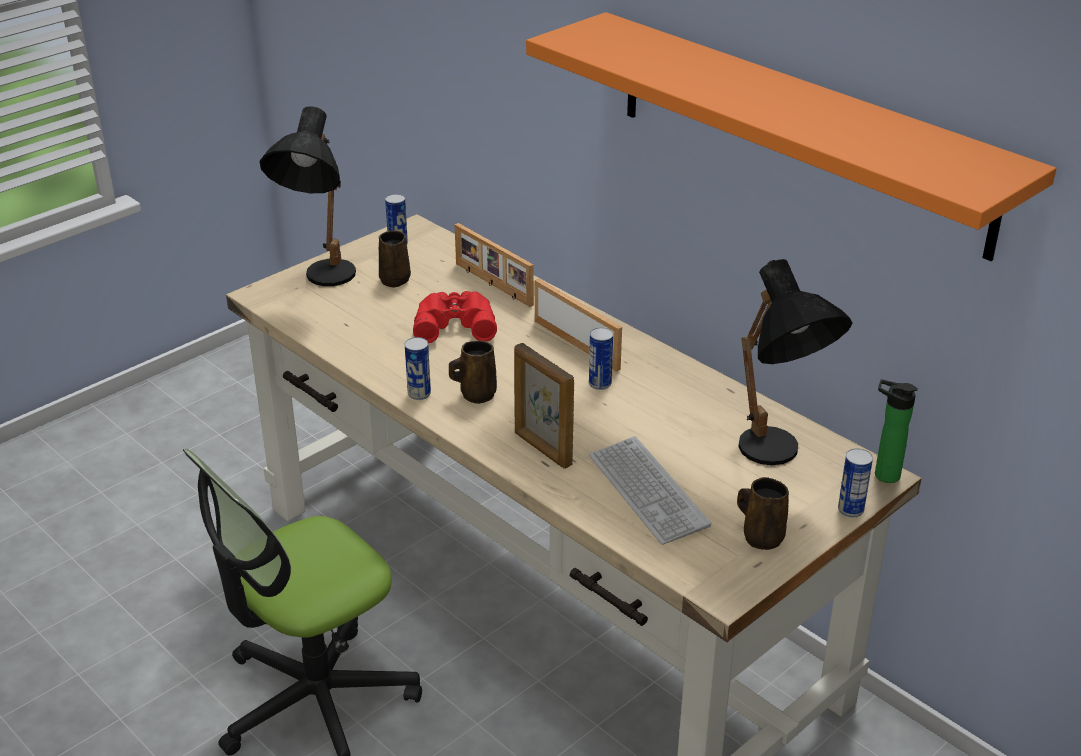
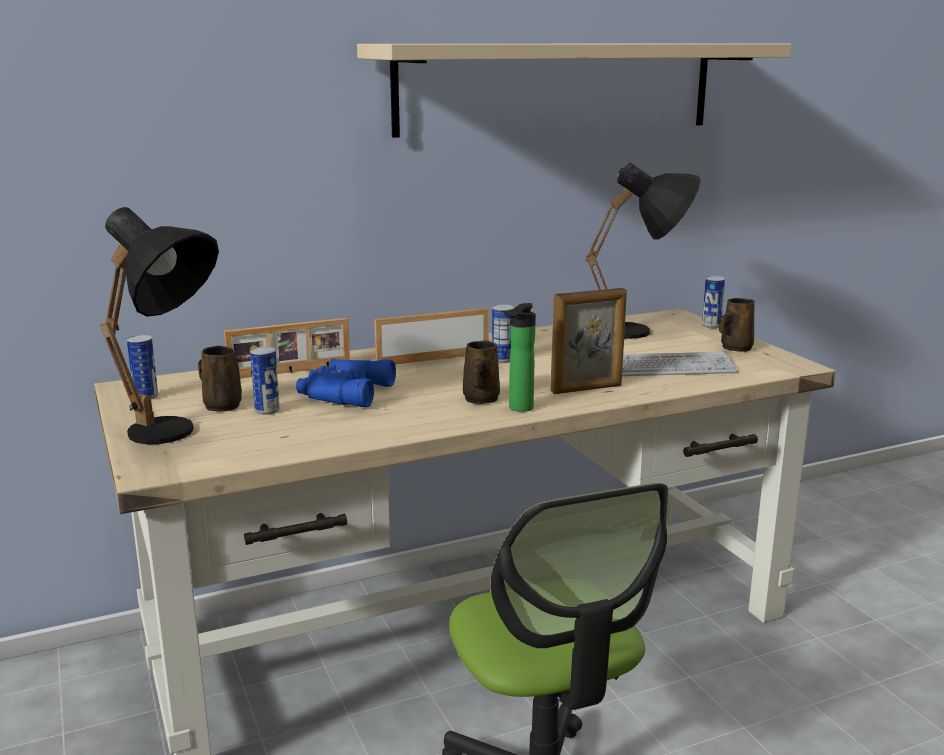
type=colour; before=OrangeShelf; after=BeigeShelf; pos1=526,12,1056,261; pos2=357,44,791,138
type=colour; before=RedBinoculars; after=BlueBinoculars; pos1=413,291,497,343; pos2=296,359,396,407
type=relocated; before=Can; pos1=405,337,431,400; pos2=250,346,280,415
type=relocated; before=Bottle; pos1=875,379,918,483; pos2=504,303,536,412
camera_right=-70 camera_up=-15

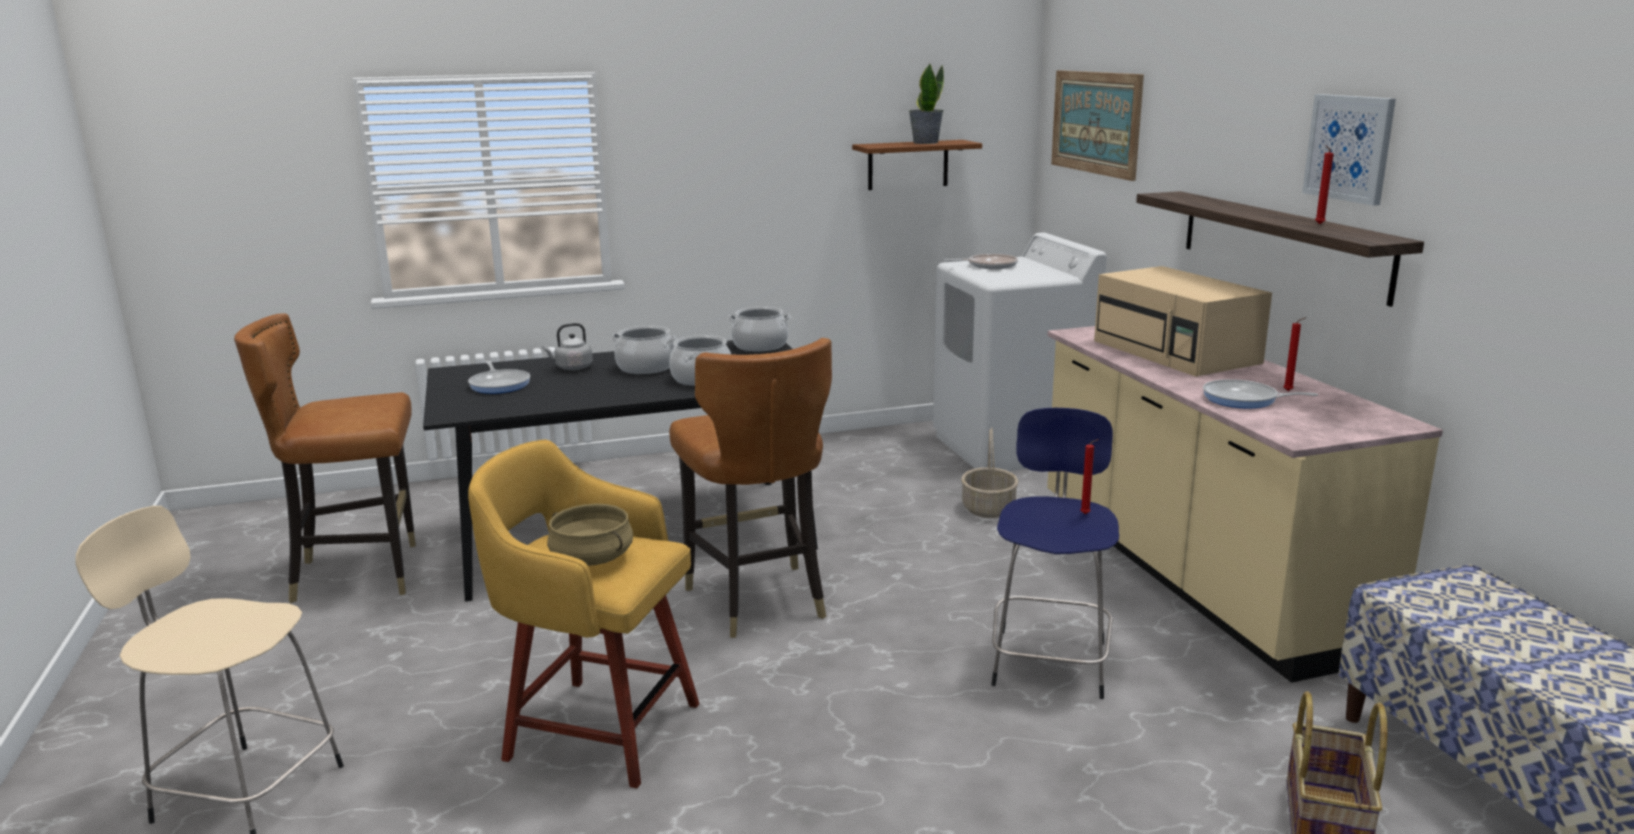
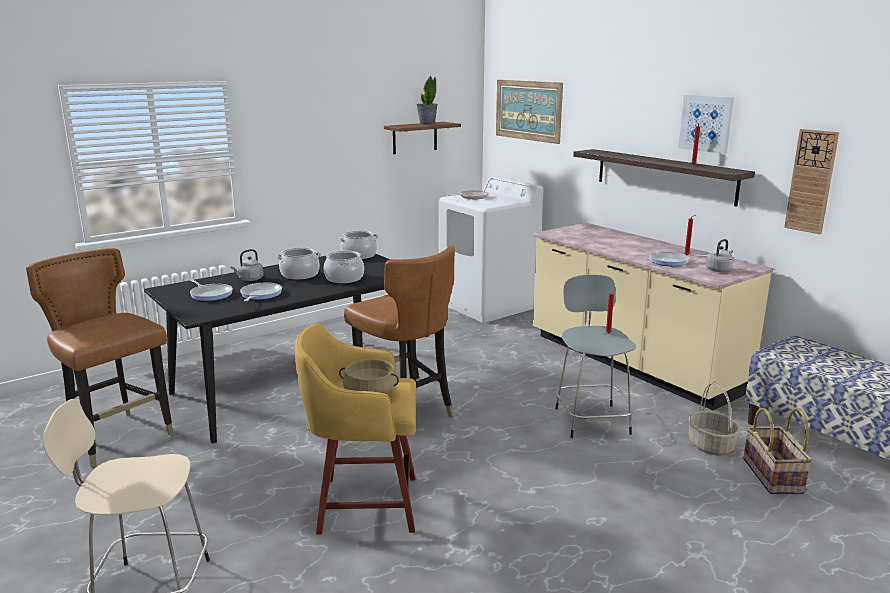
type=missing; before=BeigeMicrowave; pos1=1094,266,1272,377
type=spun; before=BrownChair; pos1=234,313,416,603; pos2=26,248,174,468; turn=75
type=colour; before=BlueStool; after=GreyStool; pos1=991,408,1119,699; pos2=555,275,636,438
type=relocated; before=Basket; pos1=961,428,1019,518; pos2=689,382,740,456
type=appeared; after=WallClock; pos2=784,129,839,234
type=appeared; after=GreyKettle; pos2=705,239,733,272
type=appeared; after=FryingPan; pos2=240,283,282,302
camera_right=-20 camera_up=0

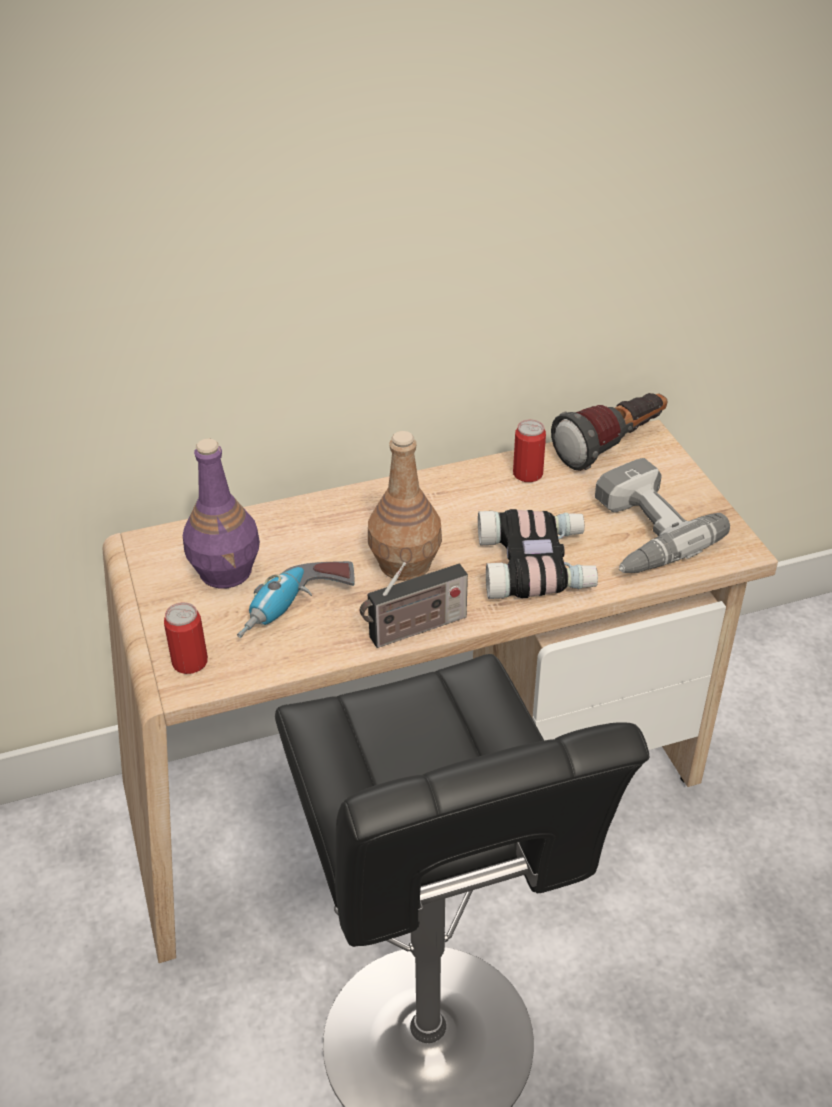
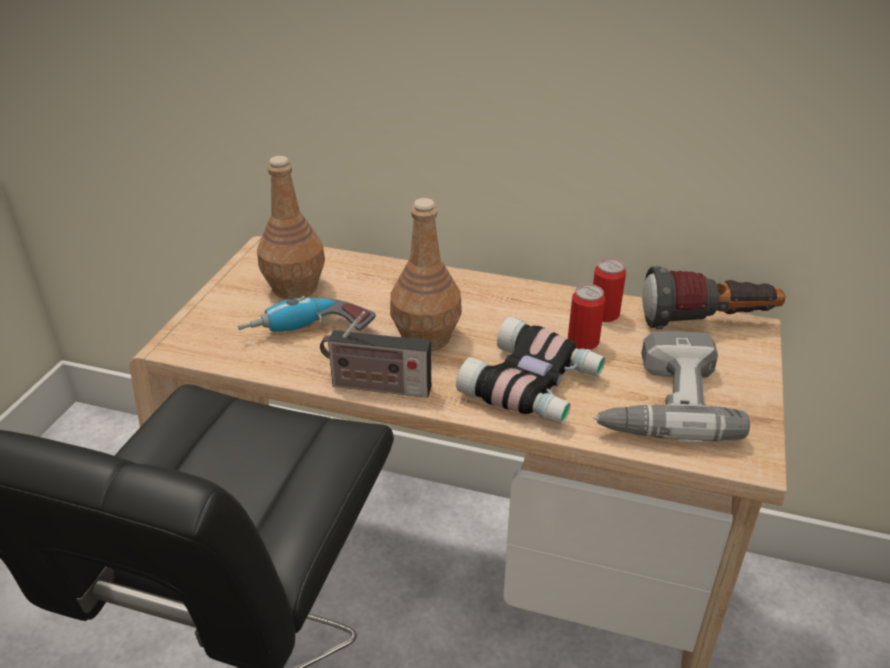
type=colour; before=PurpleBottle; after=BrownBottle; pos1=183,439,260,589; pos2=257,156,325,299
type=relocated; before=Can; pos1=164,602,208,674; pos2=568,284,605,350
camera_right=35 camera_up=-5

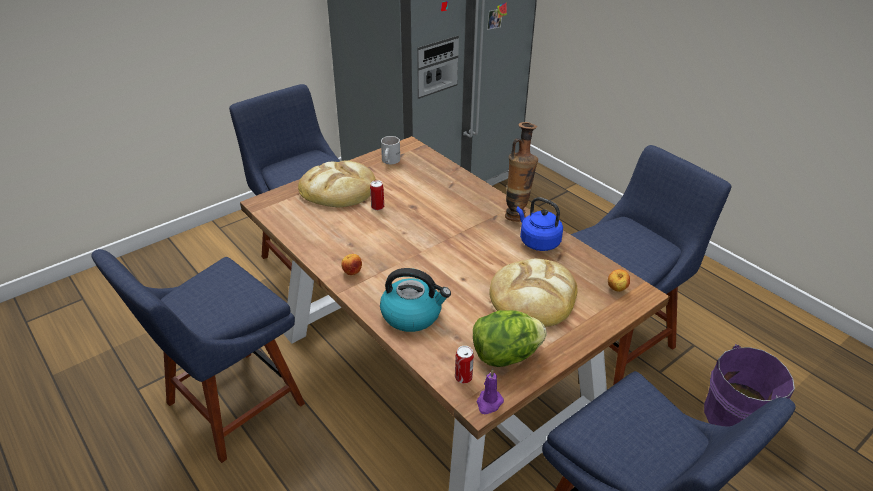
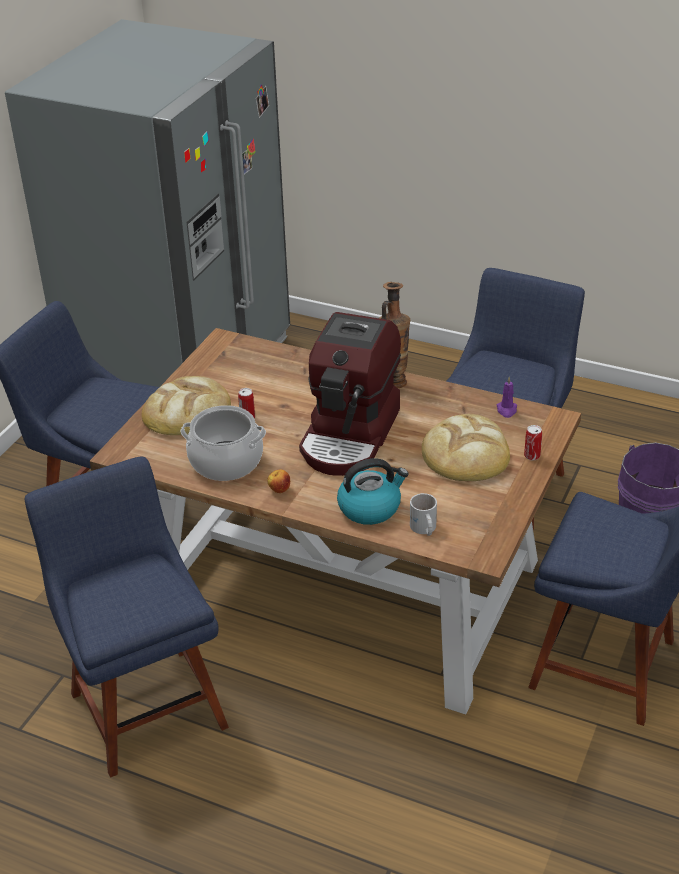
type=relocated; before=WhiteMug; pos1=381,136,400,164; pos2=410,493,437,536
type=missing; before=BlueKettle; pos1=516,197,563,251
type=spun; before=BlueChair; pos1=91,249,305,463; pos2=25,457,229,778; turn=135
type=missing; before=Apple; pos1=608,269,630,292
type=missing; before=Lettuce; pos1=473,310,546,367
type=relocated; before=Can; pos1=455,346,474,384; pos2=524,425,542,460
type=relocated; before=PurpleCandle; pos1=477,369,504,414; pos2=496,376,517,418
type=appeared; after=CoffeeMachine; pos2=299,312,401,476
type=appeared; after=CookingPot; pos2=180,405,266,481
camera_right=-25 camera_up=0

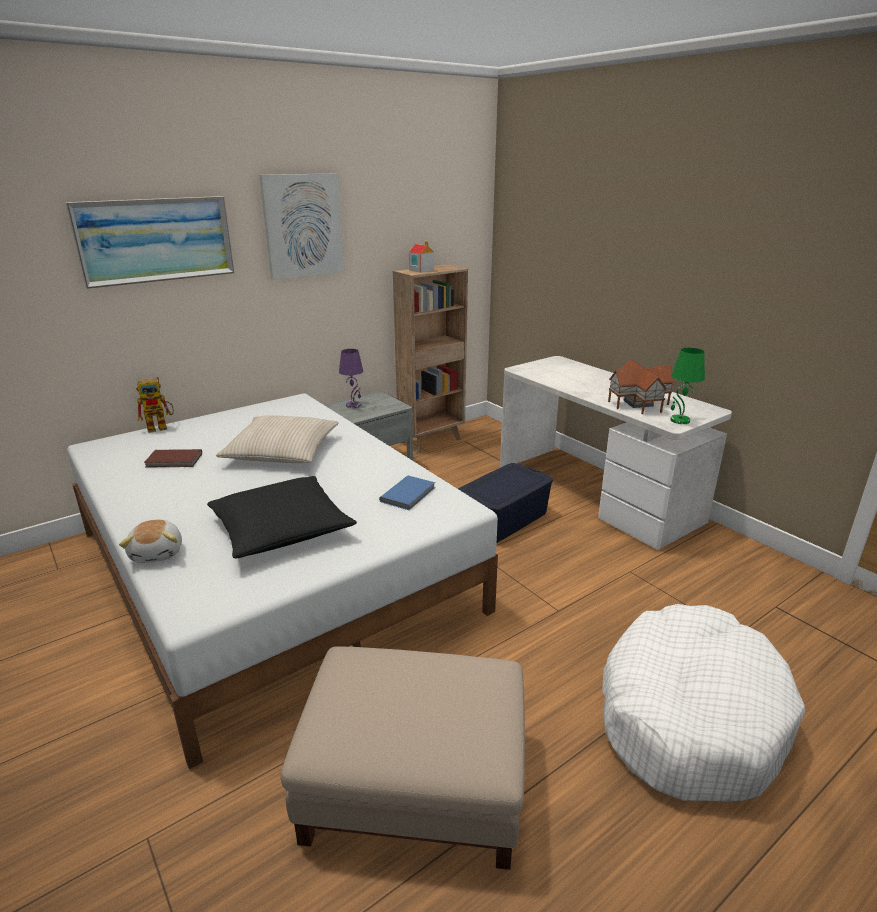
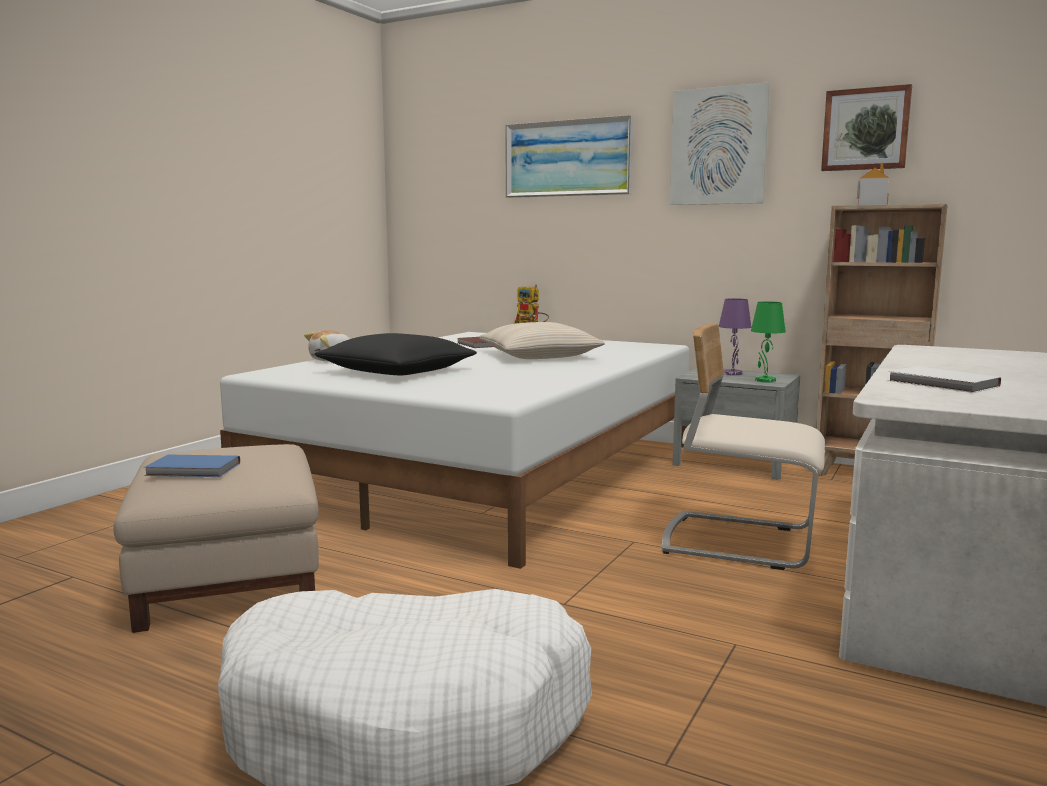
type=relocated; before=GreenTableLamp; pos1=670,348,705,424; pos2=751,301,786,382
type=exchanged; before=ToyHouse; after=WhiteBook; pos1=608,359,675,414; pos2=888,366,1001,393
type=exchanged; before=BlueStorageBox; after=BeigeChair; pos1=458,463,553,543; pos2=662,323,825,570
type=relocated; before=BlueBook; pos1=379,476,435,510; pos2=144,454,240,477
type=appeared; after=Picture; pos2=821,84,912,171
camera_right=65 camera_up=-15

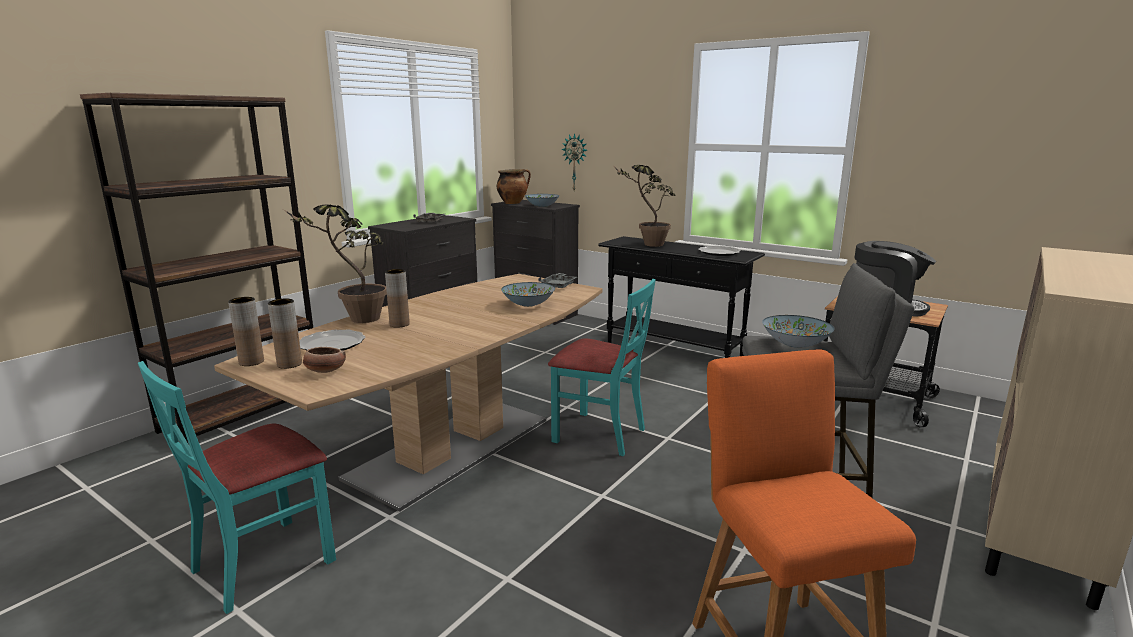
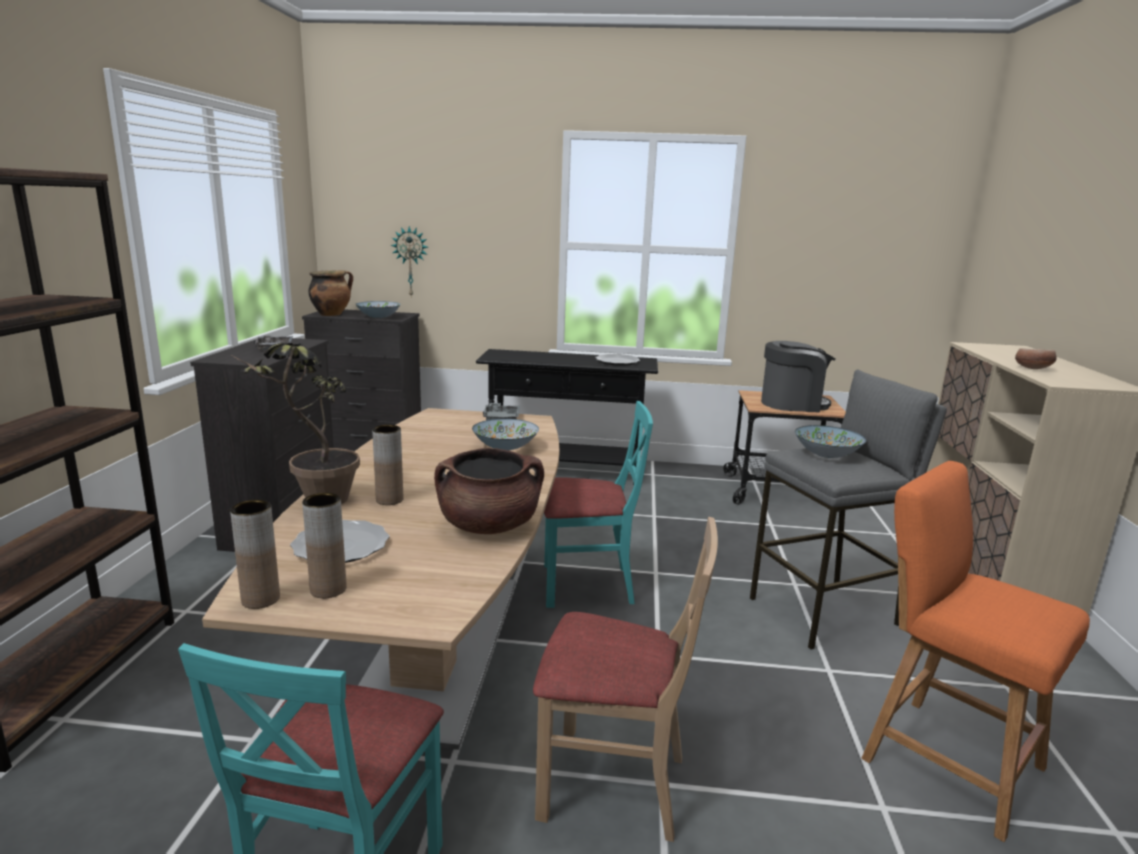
type=missing; before=PottedPlant; pos1=615,165,675,247
type=relocated; before=Bowl; pos1=303,347,346,373; pos2=1015,348,1056,369
type=appeared; after=BrownCookingPot; pos2=434,448,544,534
type=appeared; after=BeigeChair; pos2=533,517,718,842
camera_right=-30 camera_up=0

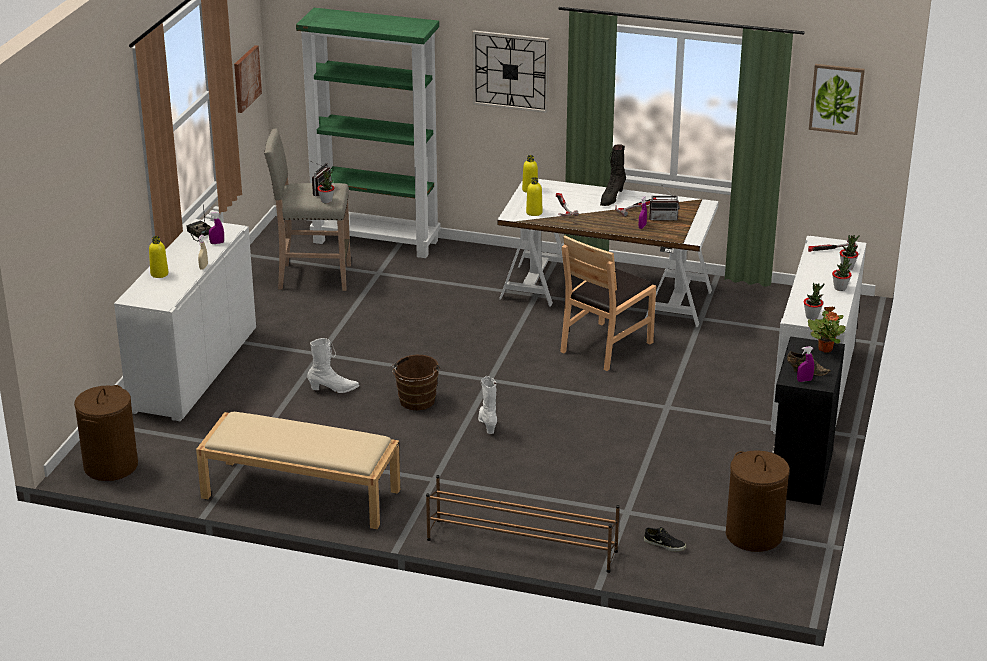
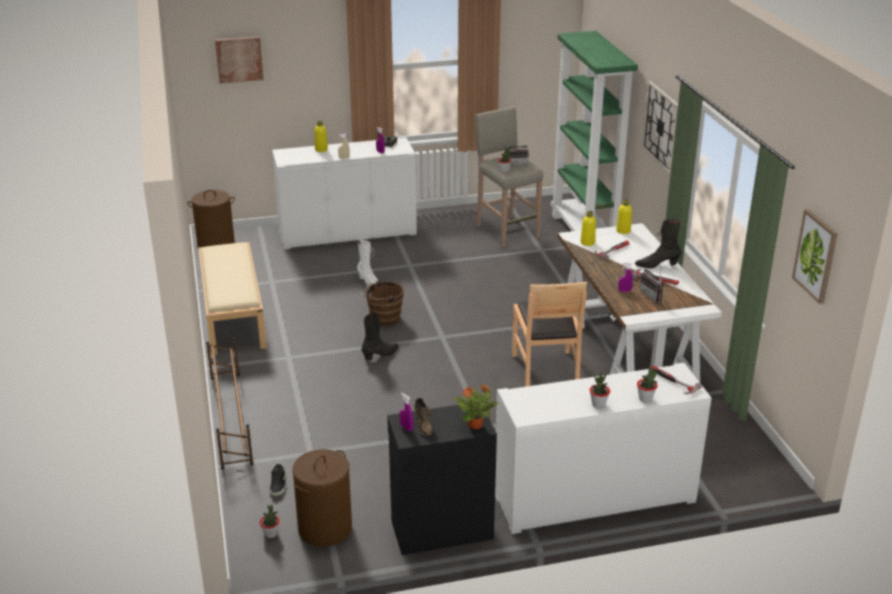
type=relocated; before=Picture; pos1=234,45,262,113; pos2=215,36,264,84
type=spun; before=BrownChair; pos1=560,235,656,371; pos2=512,282,587,387; turn=-105
type=relocated; before=PottedPlant; pos1=804,283,825,320; pos2=260,504,280,538
type=colour; before=WhiteBoot; after=BlackBoot; pos1=478,376,497,434; pos2=362,313,399,360
camera_right=60 camera_up=0

